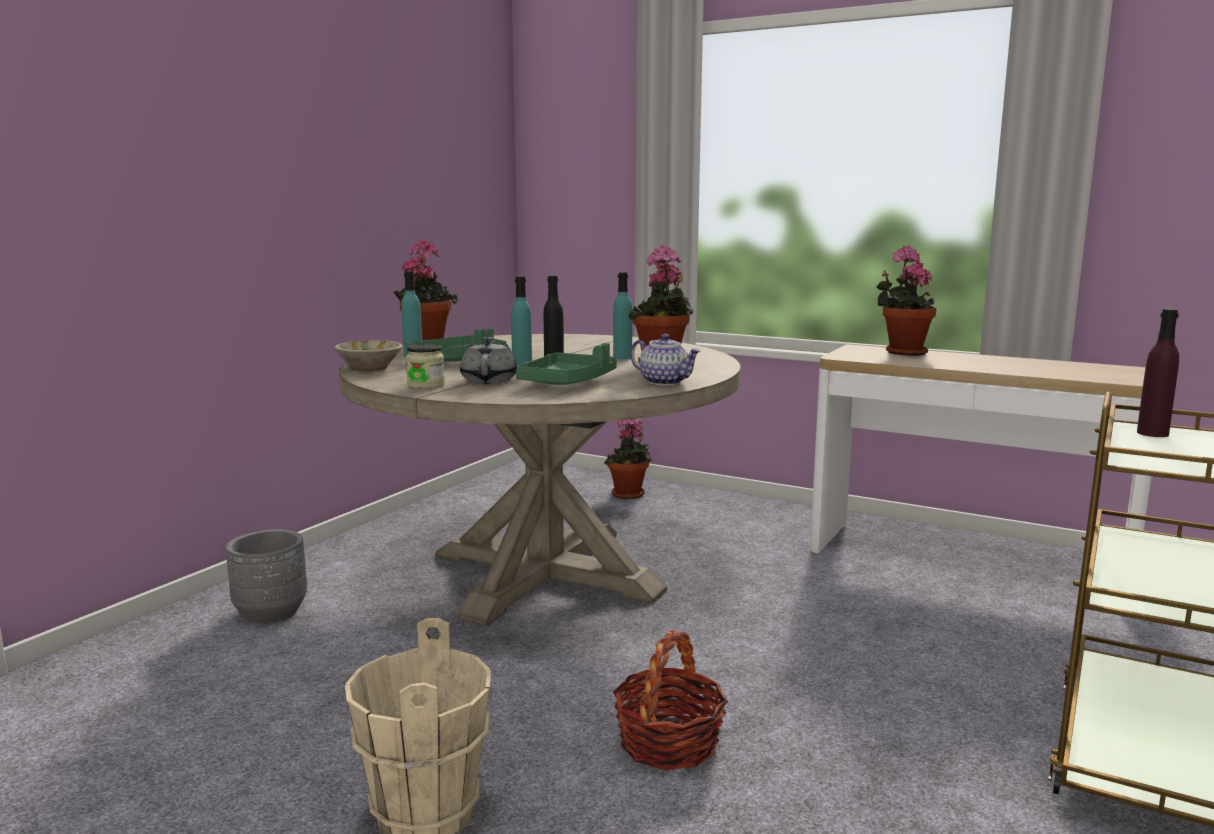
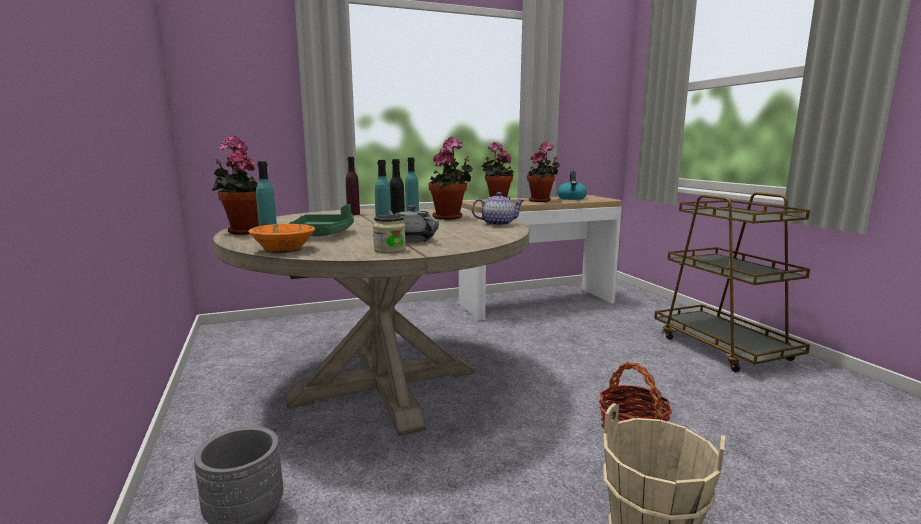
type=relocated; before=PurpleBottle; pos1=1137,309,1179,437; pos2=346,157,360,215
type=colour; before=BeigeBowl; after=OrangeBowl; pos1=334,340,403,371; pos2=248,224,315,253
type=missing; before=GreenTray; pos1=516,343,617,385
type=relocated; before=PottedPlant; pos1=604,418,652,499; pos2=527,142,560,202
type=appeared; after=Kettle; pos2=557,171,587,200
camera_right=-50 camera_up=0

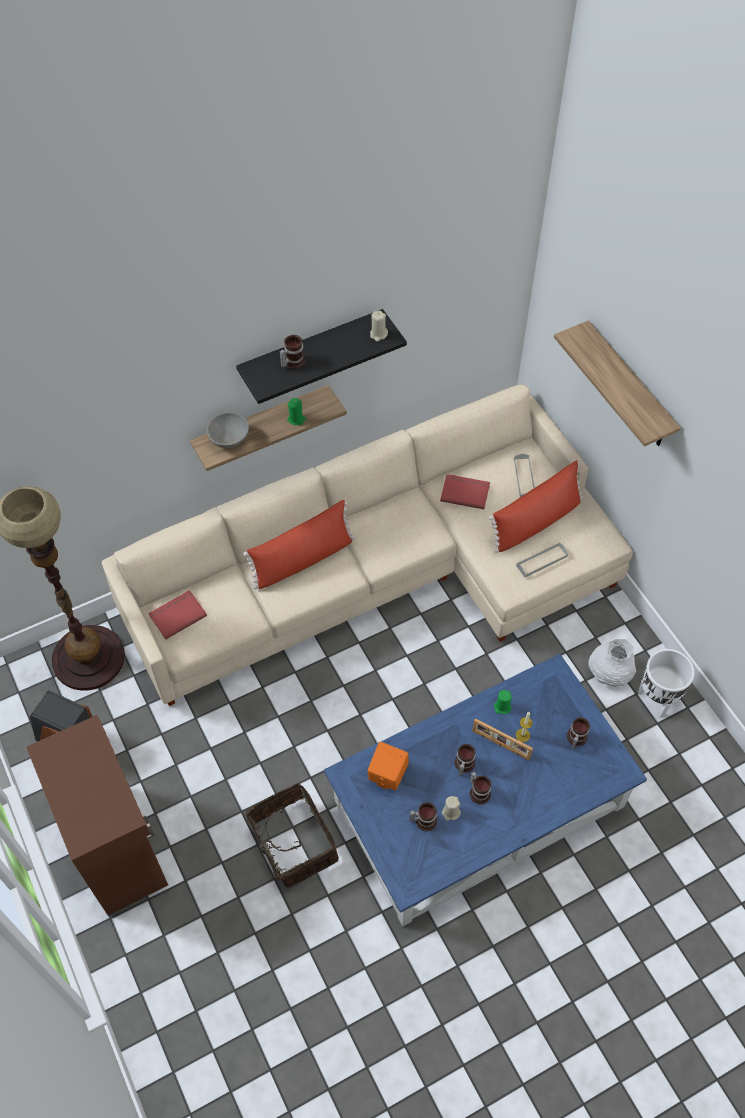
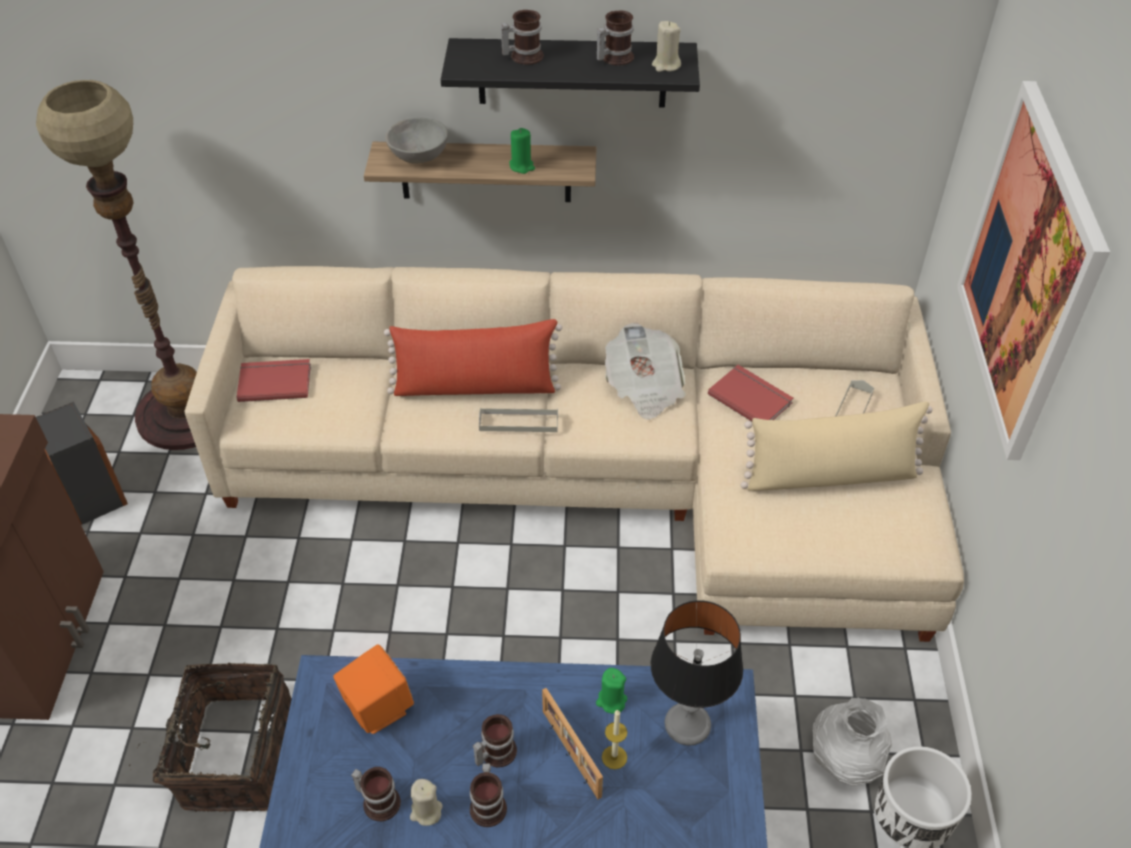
type=exchanged; before=Shelf; after=Picture; pos1=554,320,681,446; pos2=957,81,1110,460
type=colour; before=RedPillow; after=BeigePillow; pos1=489,460,583,553; pos2=740,402,933,491
type=relocated; before=GreyTray; pos1=516,542,568,577; pos2=479,408,558,432
type=relocated; before=Mug; pos1=567,717,590,749; pos2=597,10,634,66
type=appeared; after=Newspaper; pos2=605,323,686,420
type=appeared; after=TableLamp; pos2=651,600,743,746
camera_right=30 camera_up=-10

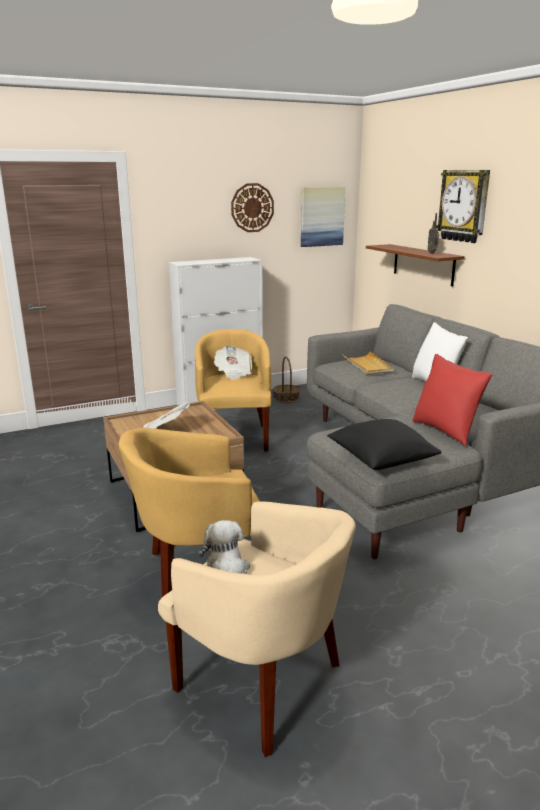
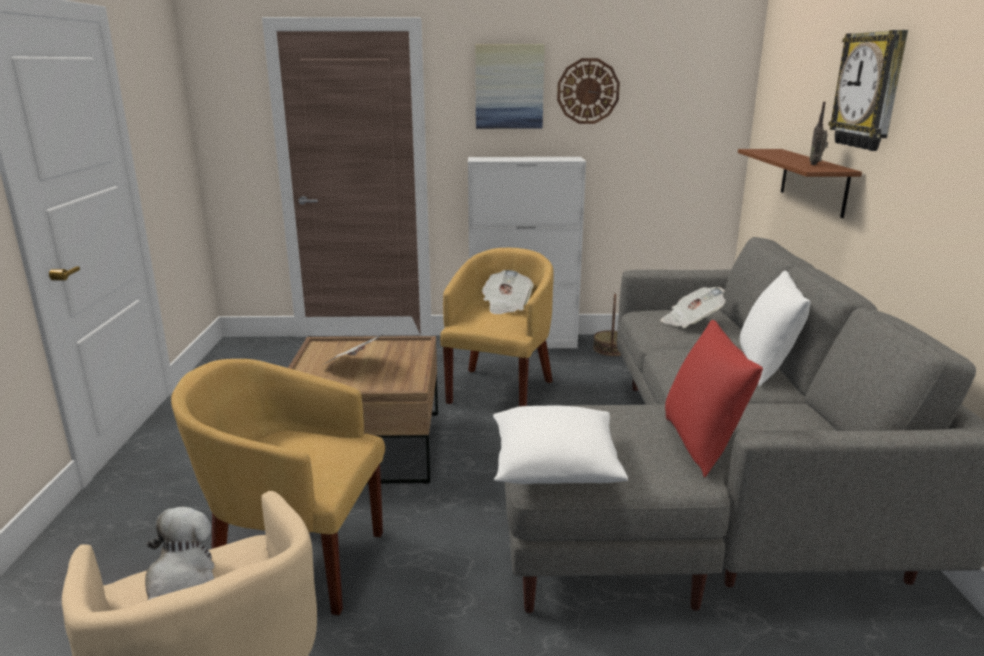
type=relocated; before=Picture; pos1=301,187,345,247; pos2=475,44,545,129
type=exchanged; before=BeigeTray; after=Newspaper; pos1=342,352,394,375; pos2=660,287,726,328
type=colour; before=BlackPillow; after=WhitePillow; pos1=327,419,441,470; pos2=493,406,628,484
camera_right=25 camera_up=0

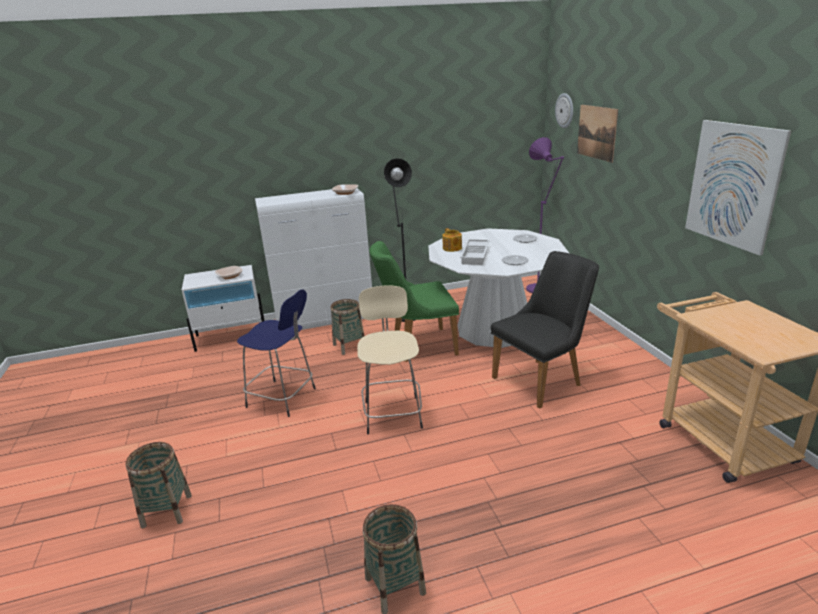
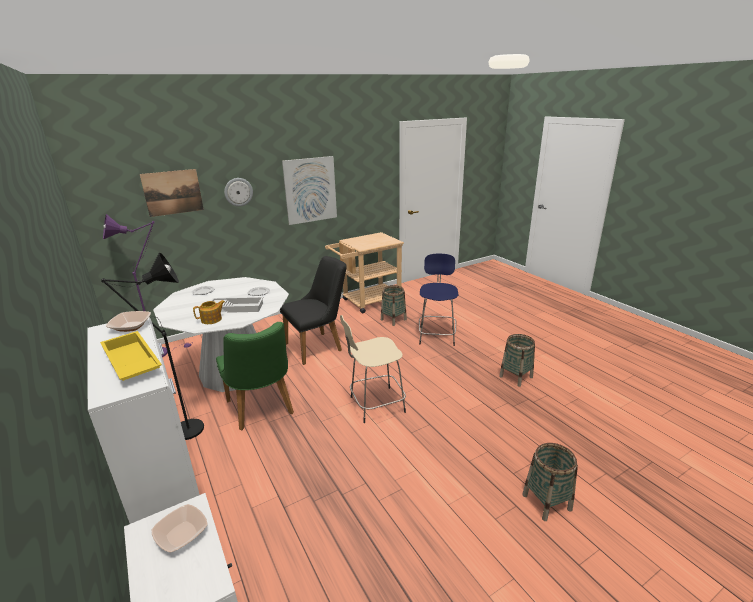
type=relocated; before=WallClock; pos1=555,93,573,128; pos2=224,178,253,207
type=spun; before=BlackChair; pos1=491,251,599,409; pos2=280,256,347,365; turn=105
type=relocated; before=BlueStool; pos1=237,290,316,417; pos2=419,254,458,346
type=relocated; before=Basket; pos1=331,299,364,355; pos2=381,285,407,326
type=appeared; after=YellowTray; pos2=100,331,162,381
camera_right=-105 camera_up=0

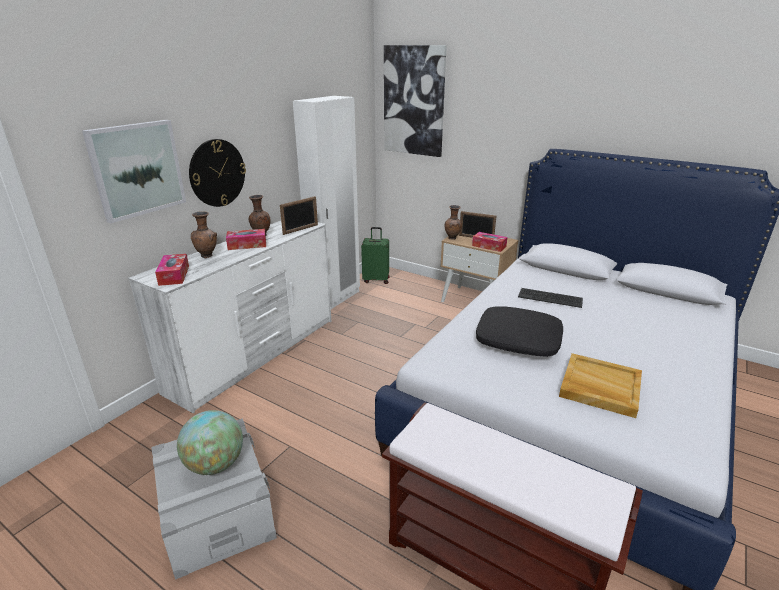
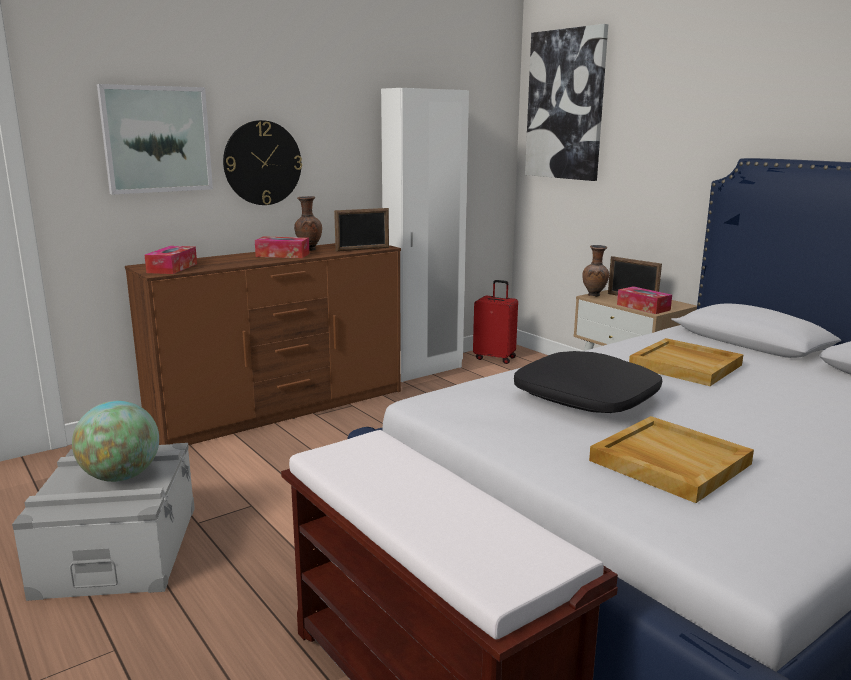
type=missing; before=BrownVase; pos1=191,211,217,258
type=colour; before=WhiteDresser; after=BrownDresser; pos1=128,221,331,413; pos2=125,243,401,445
type=colour; before=GreenSuitcase; after=RedSuitcase; pos1=361,227,390,284; pos2=473,280,518,364
type=exchanged; before=Keyboard; after=BeigeTray; pos1=518,288,583,308; pos2=629,338,744,386
camera_right=20 camera_up=-10

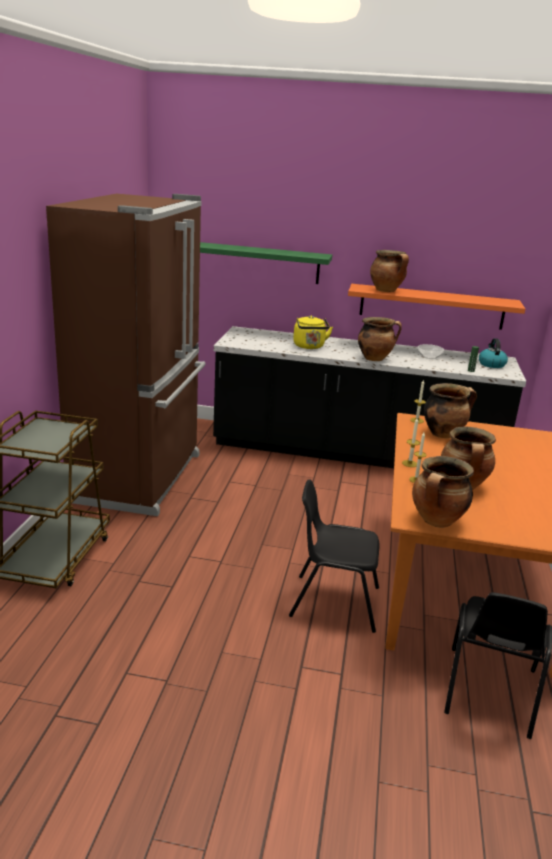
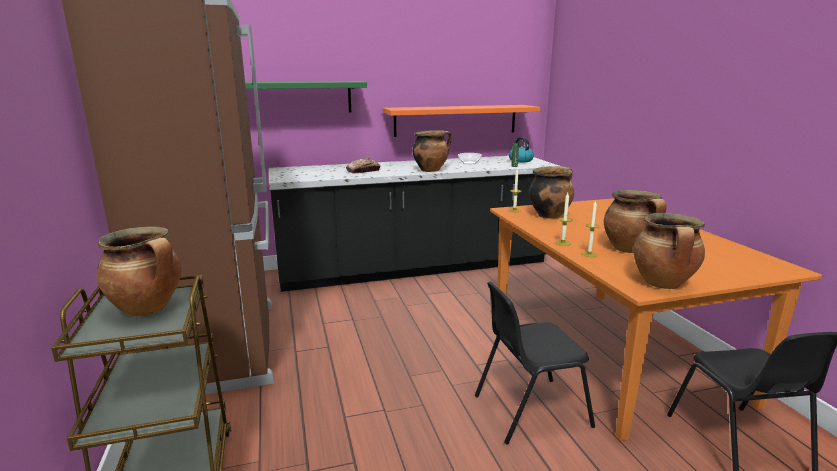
type=relocated; before=CookingPot; pos1=370,250,409,292; pos2=97,227,182,317
type=exchanged; before=YellowKettle; after=Bread; pos1=293,316,333,349; pos2=346,158,380,174
camera_right=-25 camera_up=-5

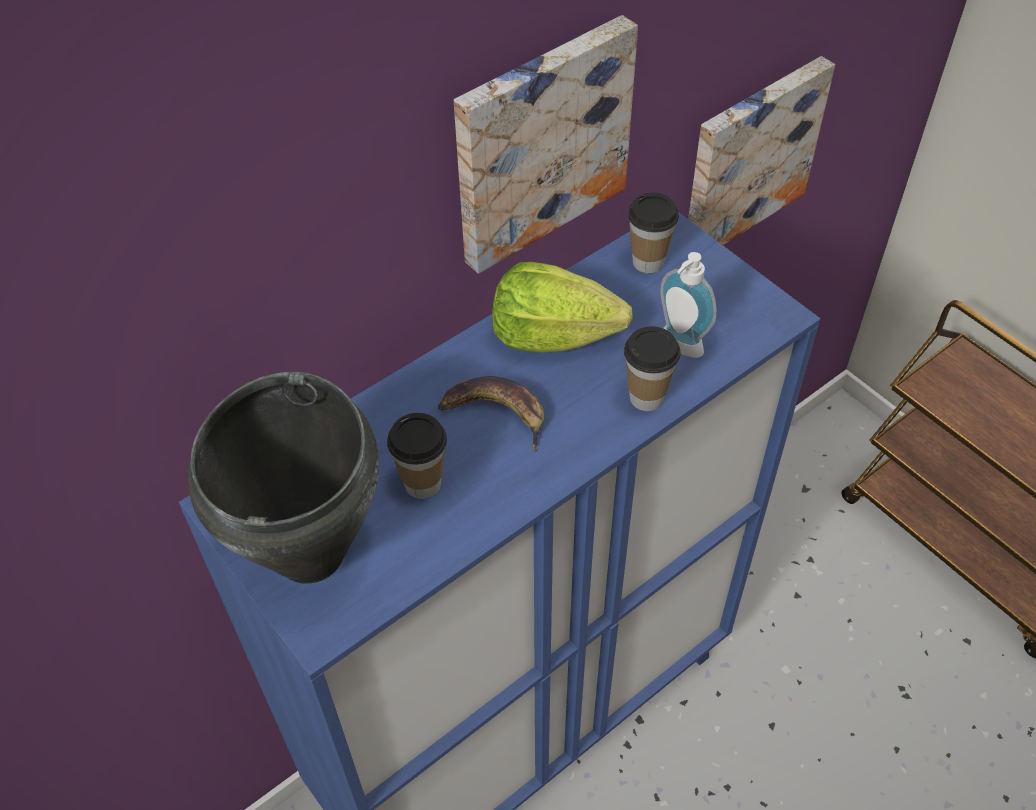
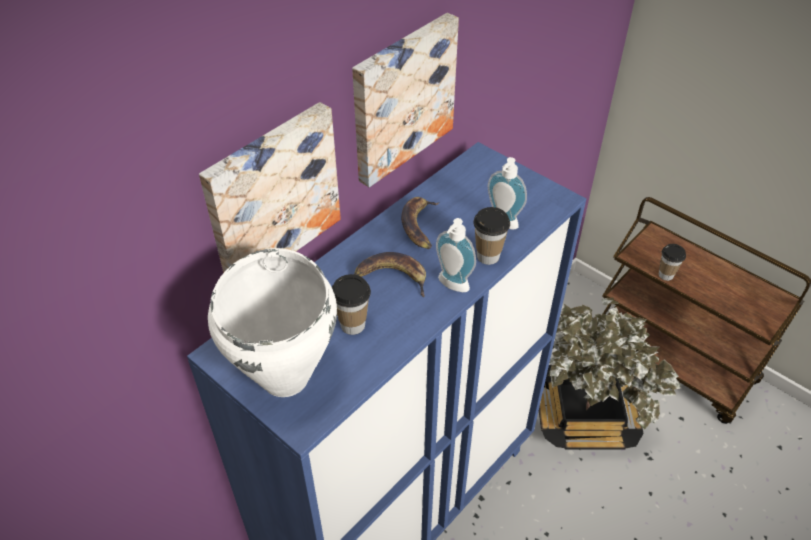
type=relocated; before=Picture; pos1=688,56,835,245; pos2=199,102,341,273
type=relocated; before=Cup; pos1=628,193,679,273; pos2=659,244,686,281
type=exchanged; before=Lettuce; after=Banana; pos1=492,262,633,353; pos2=401,197,440,249
type=colour; before=BlackCookingPot; after=WhiteCookingPot; pos1=188,372,379,584; pos2=208,248,337,397
type=appeared; after=SoapDispenser; pos2=436,218,476,292
type=appeared; after=PottedPlant; pos2=539,297,681,449
camera_right=-10 camera_up=-5

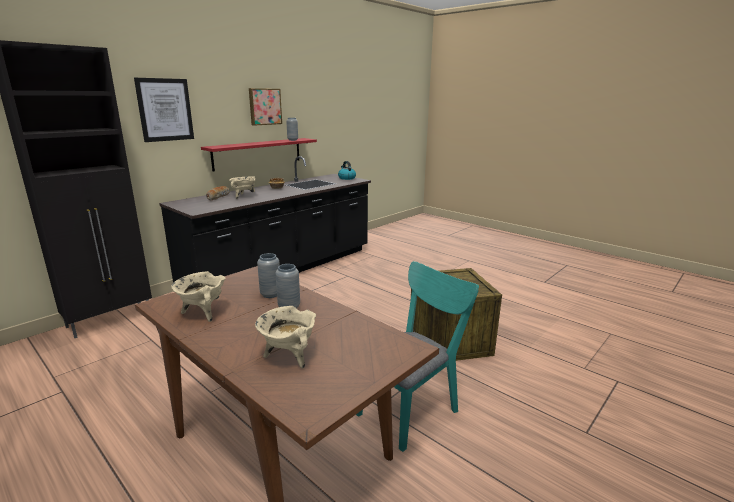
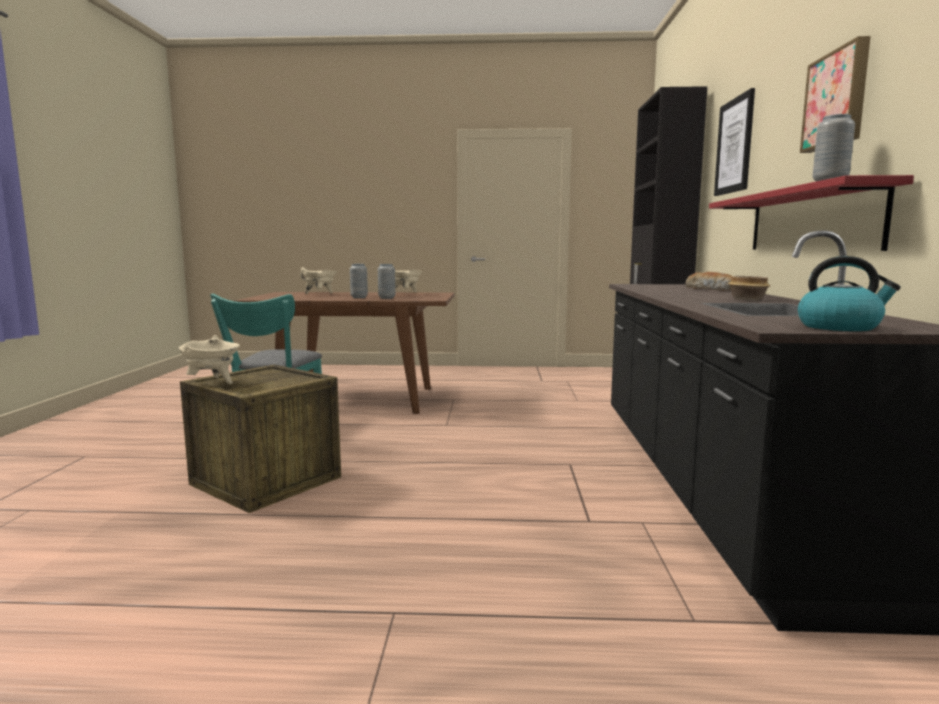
type=relocated; before=BeigeCookingPot; pos1=229,177,256,199; pos2=178,335,240,384
camera_right=140 camera_up=-10

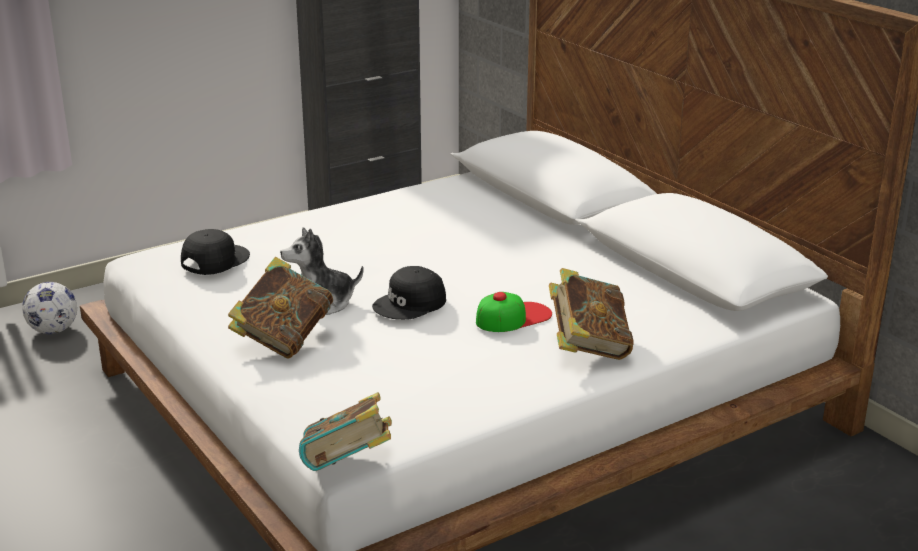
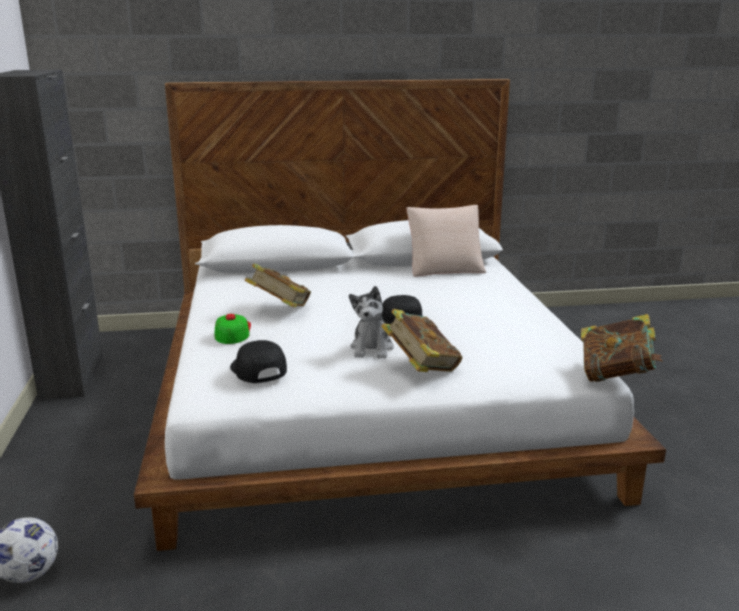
type=relocated; before=Book; pos1=549,268,633,360; pos2=245,264,311,307
type=relocated; before=Cap; pos1=476,292,552,332; pos2=215,314,251,344
type=appeared; after=BeigePillow; pos2=406,205,486,277
camera_right=-65 camera_up=-5

